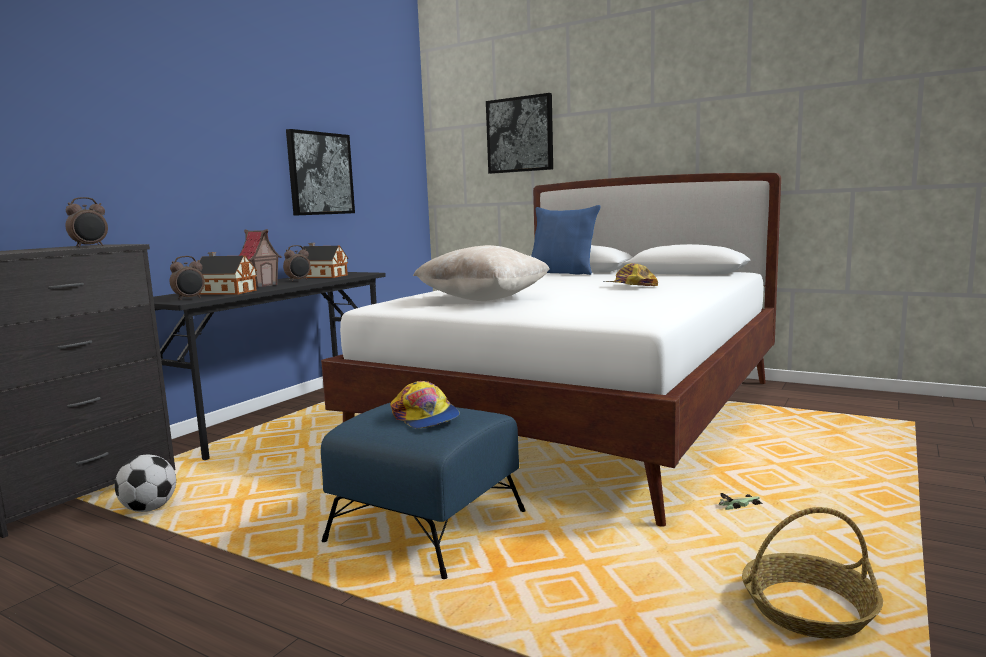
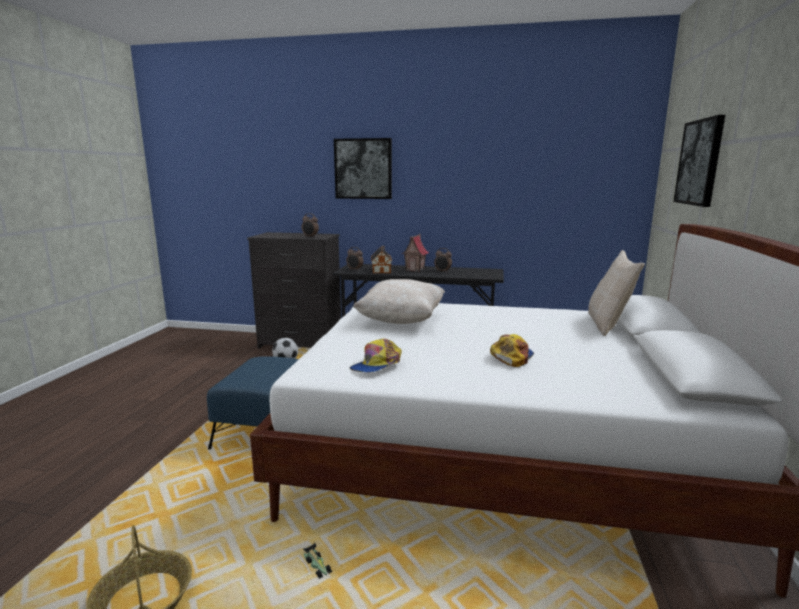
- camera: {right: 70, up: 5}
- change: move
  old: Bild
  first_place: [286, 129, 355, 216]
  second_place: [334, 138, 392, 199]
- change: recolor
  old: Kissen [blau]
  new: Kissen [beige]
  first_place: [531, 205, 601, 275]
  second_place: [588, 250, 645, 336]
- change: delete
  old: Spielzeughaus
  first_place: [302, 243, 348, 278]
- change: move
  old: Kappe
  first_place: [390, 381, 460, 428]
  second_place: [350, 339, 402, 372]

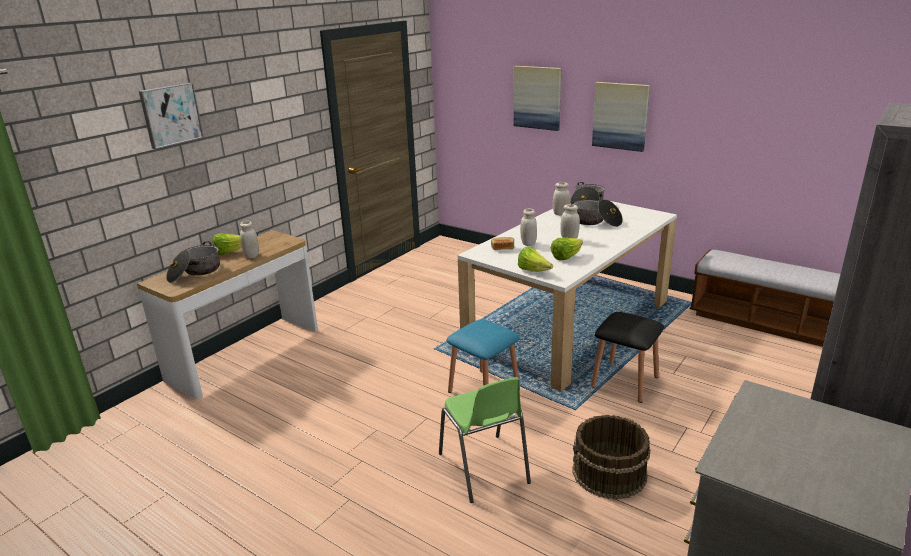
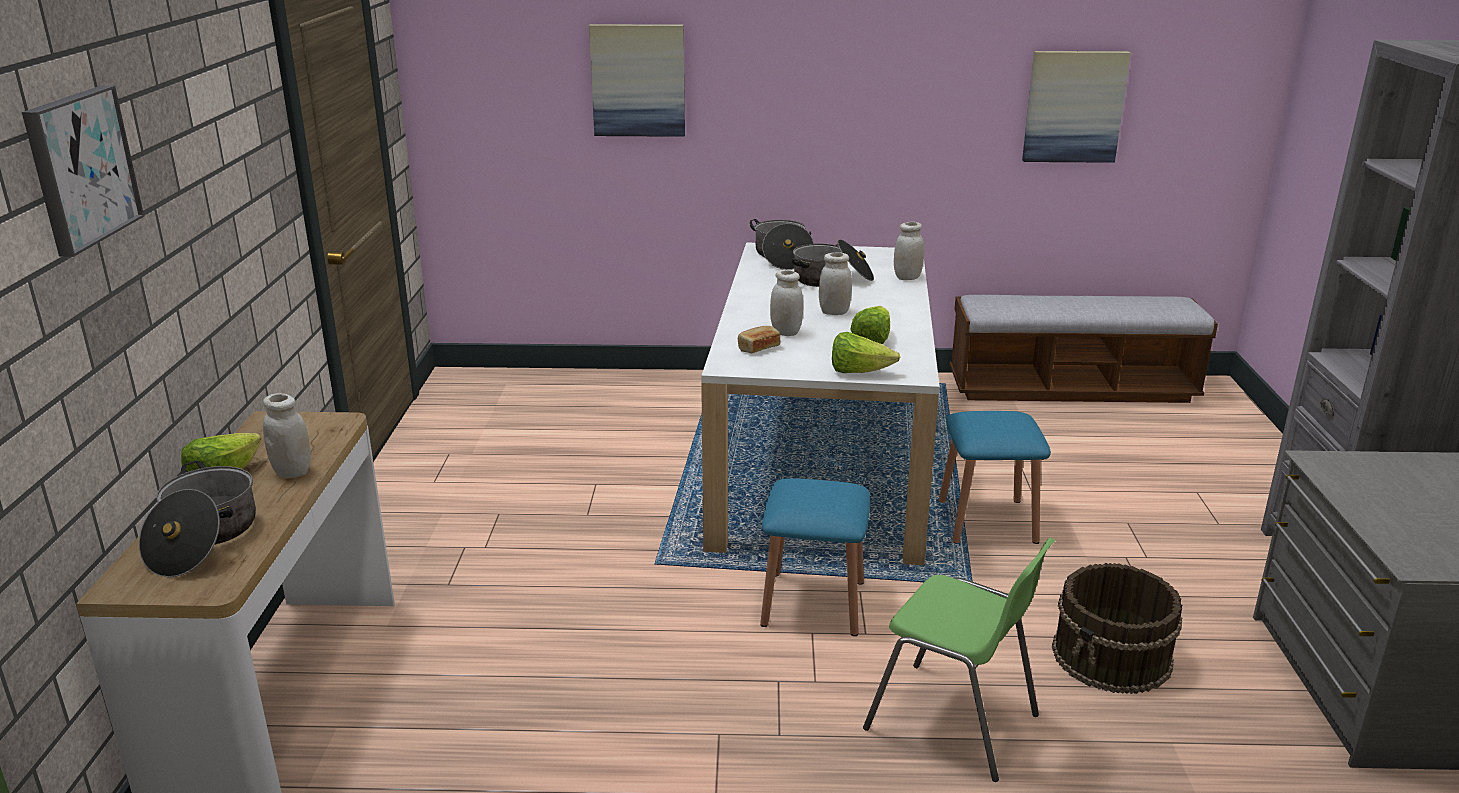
- camera: {right: -35, up: 0}
- change: move
  old: Bild
  first_place: [592, 82, 650, 152]
  second_place: [1022, 51, 1131, 163]
- change: move
  old: Vorratsglas [weiß]
  first_place: [553, 182, 570, 216]
  second_place: [894, 222, 924, 280]
- change: recolor
  old: Hocker [schwarz]
  new: Hocker [blau]
  first_place: [591, 312, 664, 403]
  second_place: [939, 411, 1051, 544]

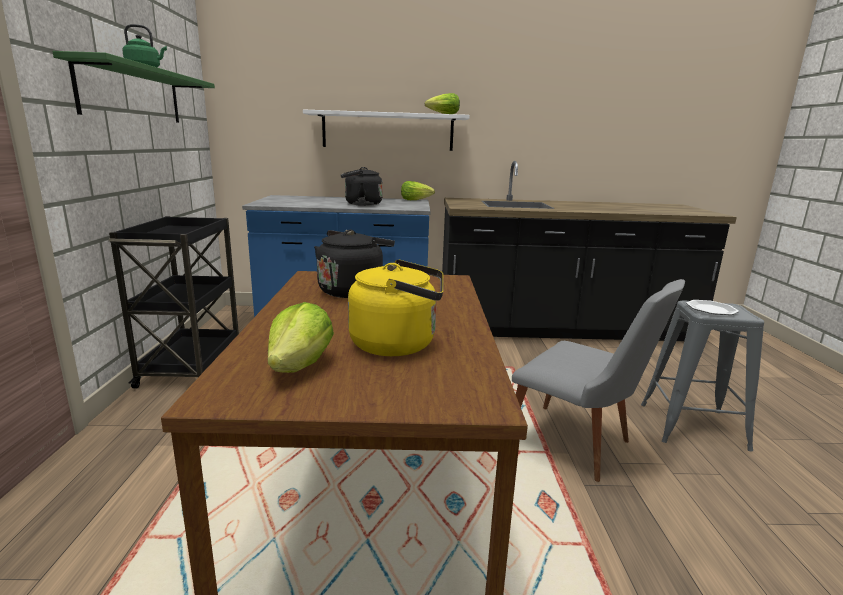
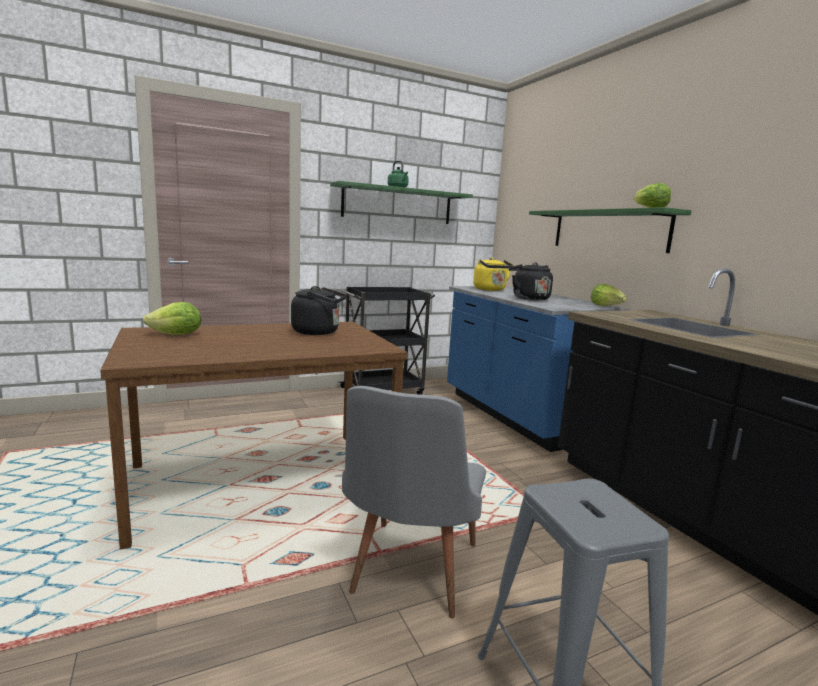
- camera: {right: 65, up: -5}
- change: recolor
  old: Wandregal [weiß]
  new: Wandregal [grün]
  first_place: [303, 109, 470, 151]
  second_place: [529, 207, 691, 253]
- change: move
  old: Wasserkessel [gelb]
  first_place: [348, 259, 443, 356]
  second_place: [473, 257, 514, 291]
- change: delete
  old: Teller
  first_place: [686, 300, 739, 315]

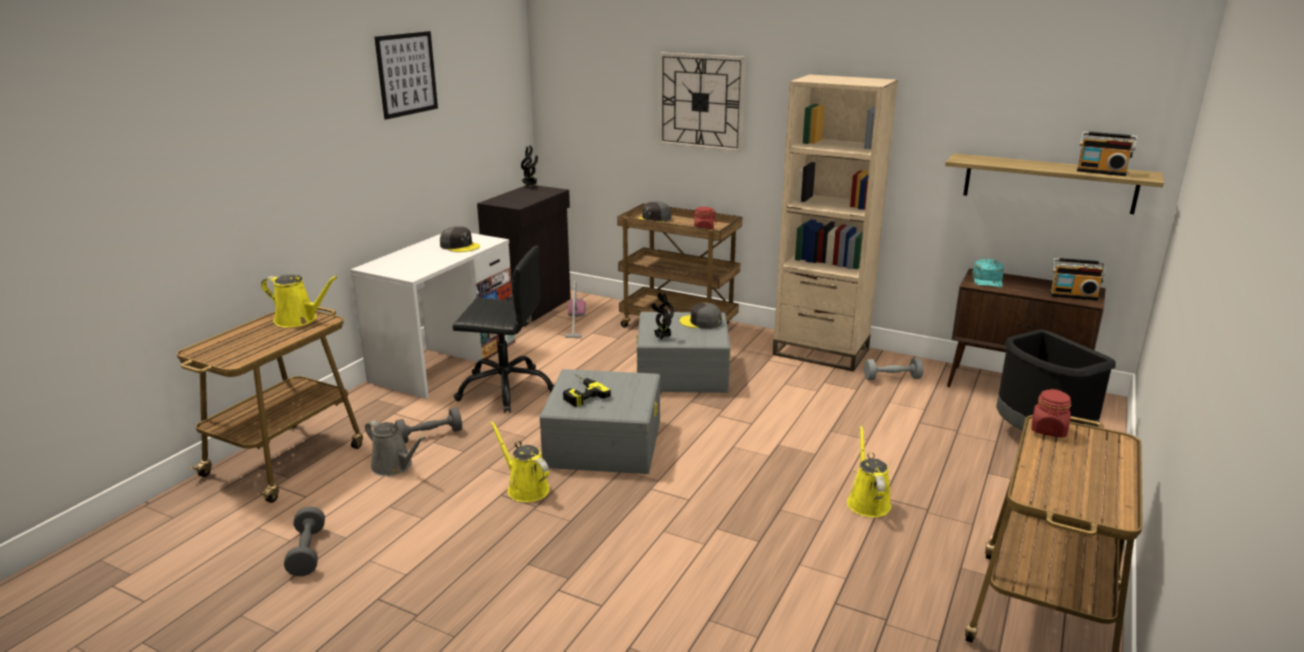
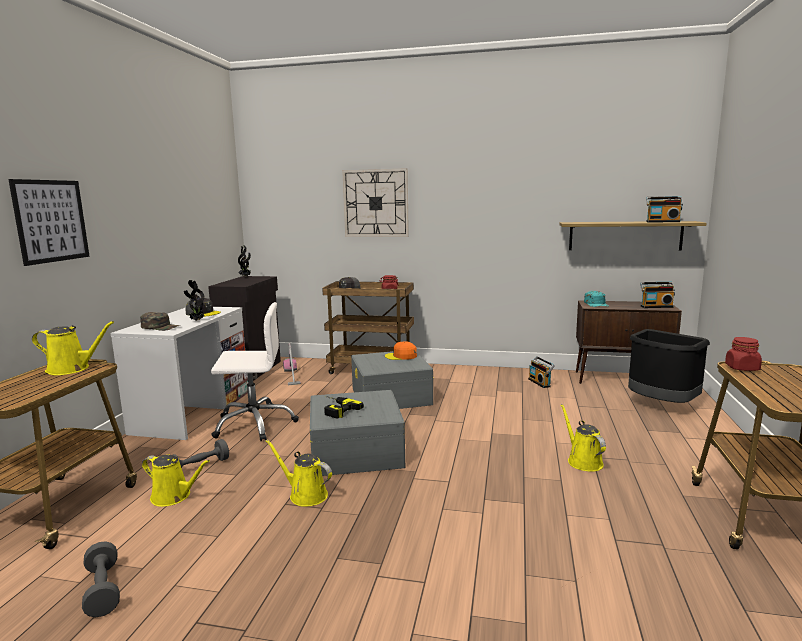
- camera: {right: -15, up: -10}
- change: move
  old: Bild
  first_place: [375, 31, 438, 119]
  second_place: [8, 179, 90, 266]
- change: delete
  old: Bücherregal [beige]
  first_place: [773, 74, 898, 372]
- change: recolor
  old: Bürostuhl [schwarz]
  new: Bürostuhl [weiß]
  first_place: [453, 246, 554, 413]
  second_place: [211, 302, 299, 441]
- change: move
  old: Topfpflanze
  first_place: [651, 293, 674, 339]
  second_place: [184, 280, 205, 321]
- change: recolor
  old: Kappe [grau]
  new: Kappe [orange]
  first_place: [679, 303, 722, 329]
  second_place: [385, 341, 417, 360]
- change: replace
  old: Hantel [grau]
  new: Radio
  first_place: [864, 358, 924, 380]
  second_place: [528, 356, 555, 388]
- change: recolor
  old: Gießkanne [grau]
  new: Gießkanne [gelb]
  first_place: [365, 420, 426, 476]
  second_place: [142, 455, 210, 507]
- change: insert
  new: Kappe [grün]
  second_place: [140, 312, 181, 331]

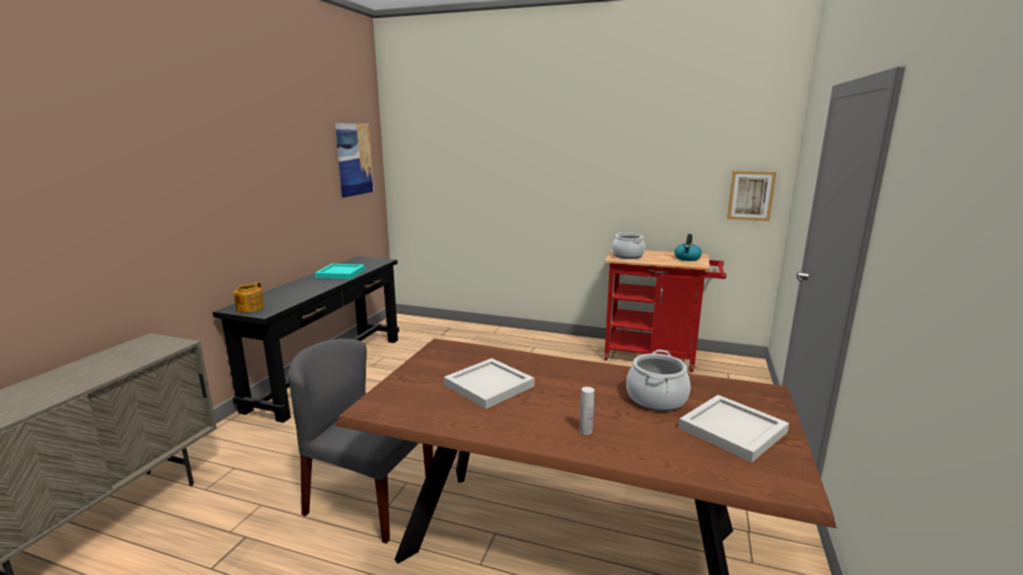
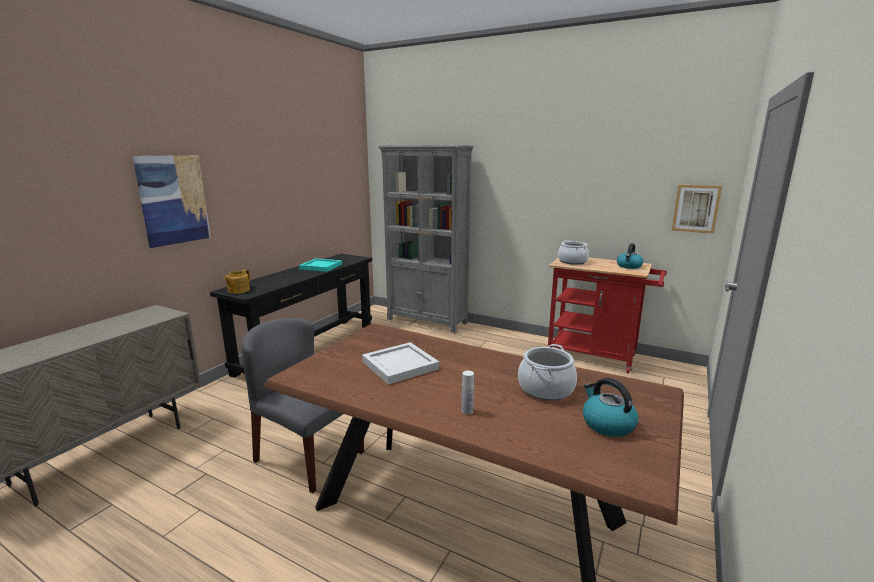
- camera: {right: 10, up: 0}
- change: move
  old: Bild
  first_place: [335, 123, 374, 198]
  second_place: [133, 155, 211, 248]
- change: replace
  old: Tablett [weiß]
  new: Wasserkessel
  first_place: [679, 395, 789, 463]
  second_place: [583, 378, 638, 437]
- change: insert
  new: Bücherregal [grau]
  second_place: [378, 145, 474, 333]

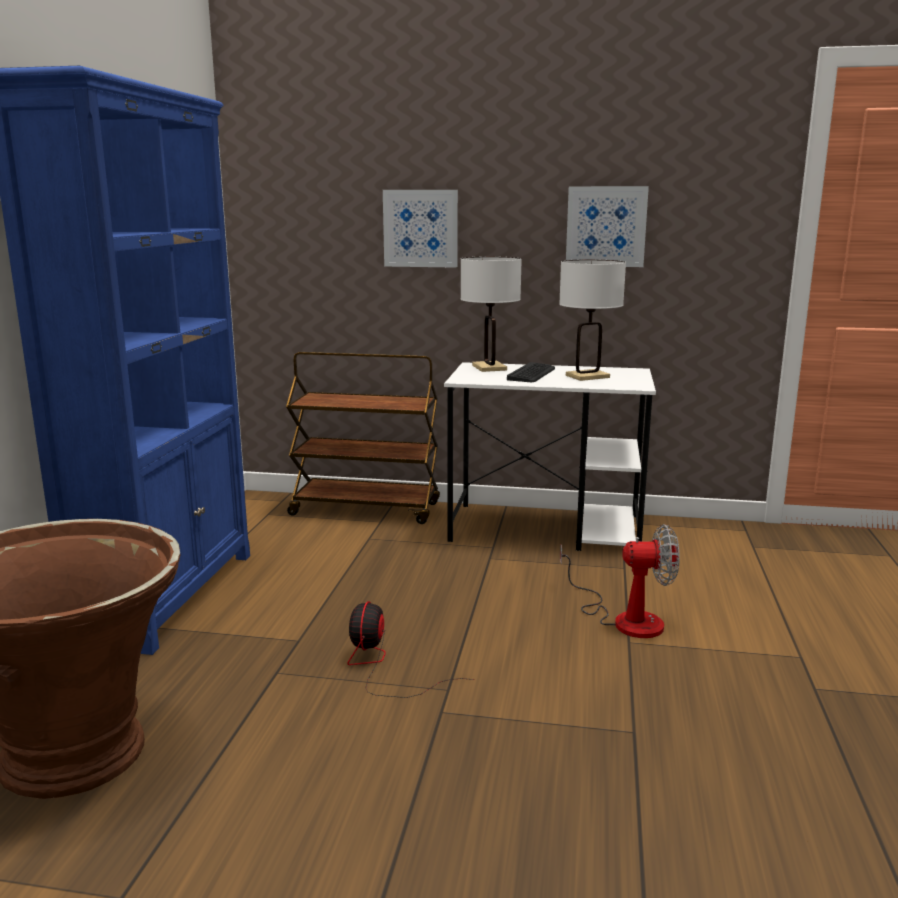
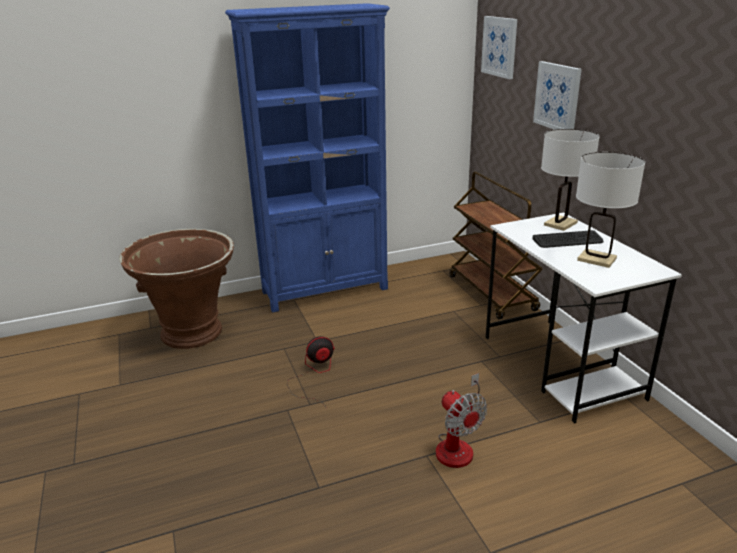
- camera: {right: 60, up: 10}
- change: move
  old: Bild
  first_place: [566, 186, 649, 267]
  second_place: [481, 16, 517, 79]

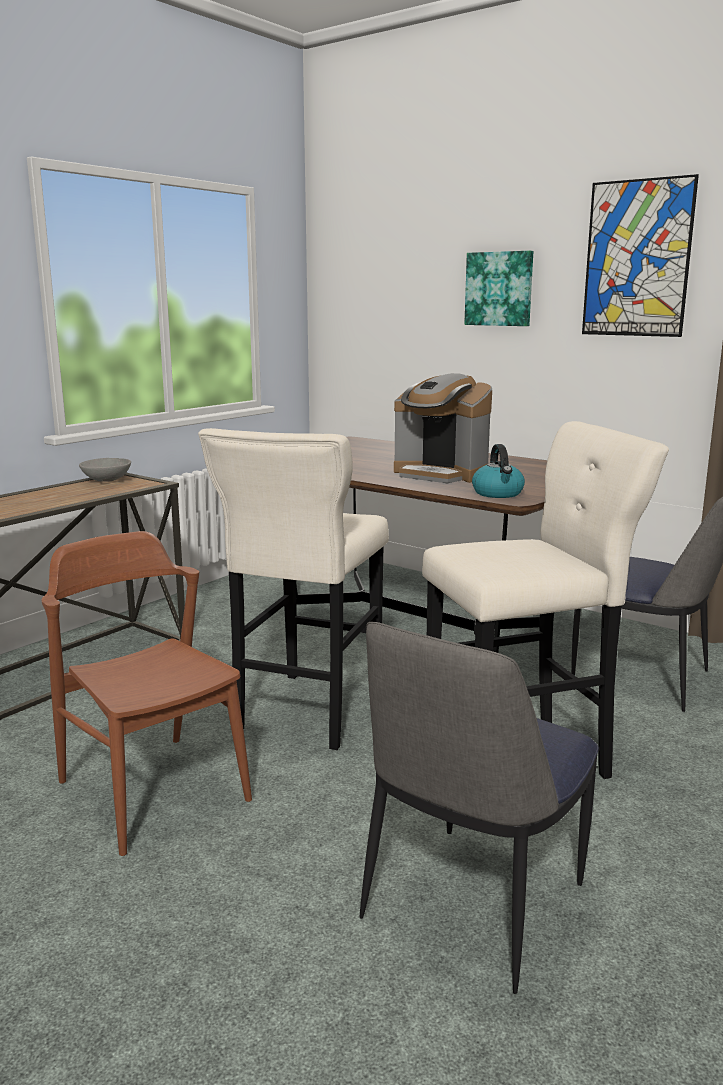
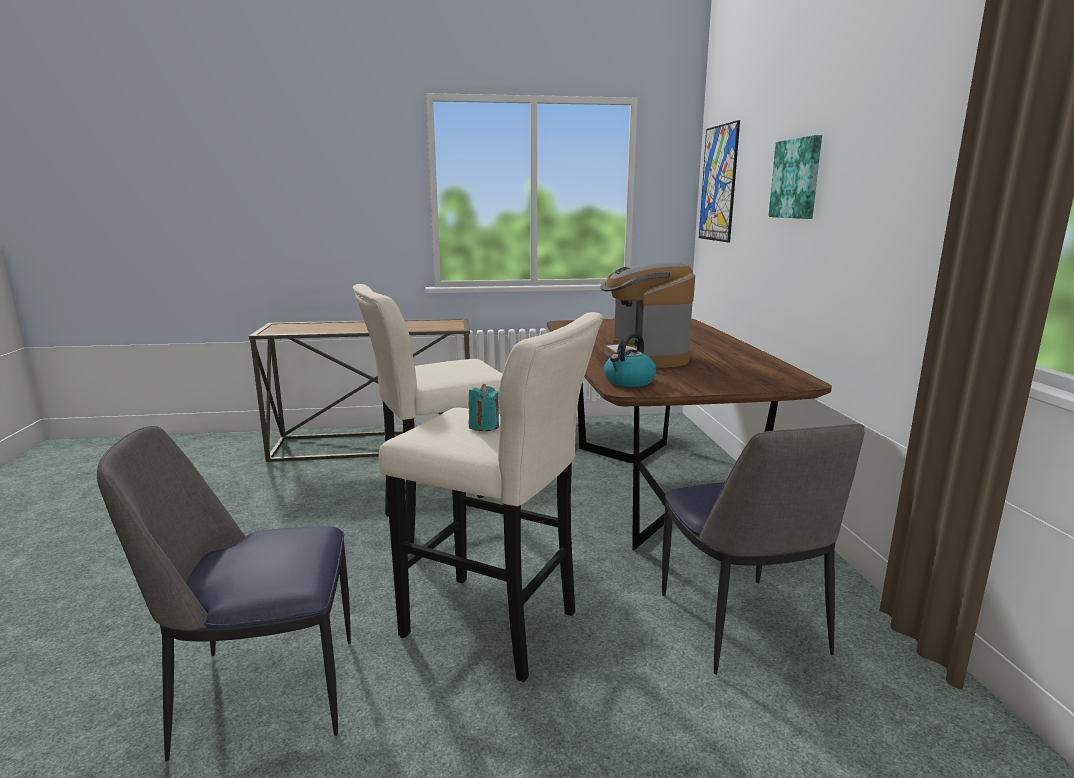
- camera: {right: 45, up: 0}
- change: move
  old: Bild
  first_place: [582, 174, 699, 337]
  second_place: [699, 120, 740, 243]
- change: delete
  old: Schüssel [grau]
  first_place: [79, 458, 131, 482]
- change: delete
  old: Stuhl [braun]
  first_place: [42, 531, 252, 856]
- change: insert
  new: Kerze [türkis]
  second_place: [469, 384, 499, 431]

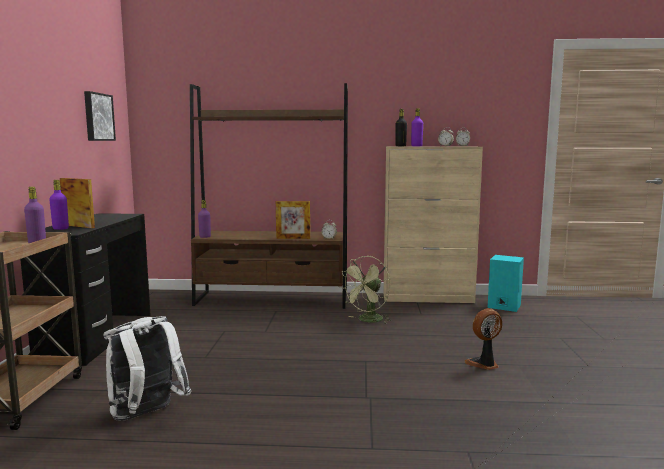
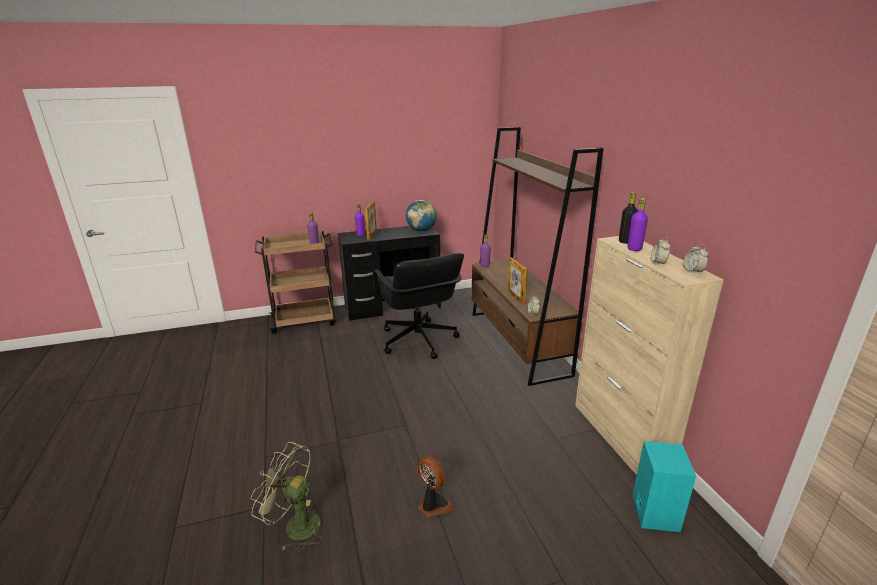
- camera: {right: 70, up: 15}
- change: delete
  old: Bild
  first_place: [84, 91, 116, 141]
- change: move
  old: Ventilator [grün]
  first_place: [340, 256, 392, 324]
  second_place: [251, 442, 323, 552]
- change: delete
  old: Rucksack [weiß]
  first_place: [104, 316, 192, 421]
- change: insert
  new: Globus
  second_place: [406, 200, 437, 232]
- change: insert
  new: Bürostuhl [schwarz]
  second_place: [373, 253, 464, 359]

